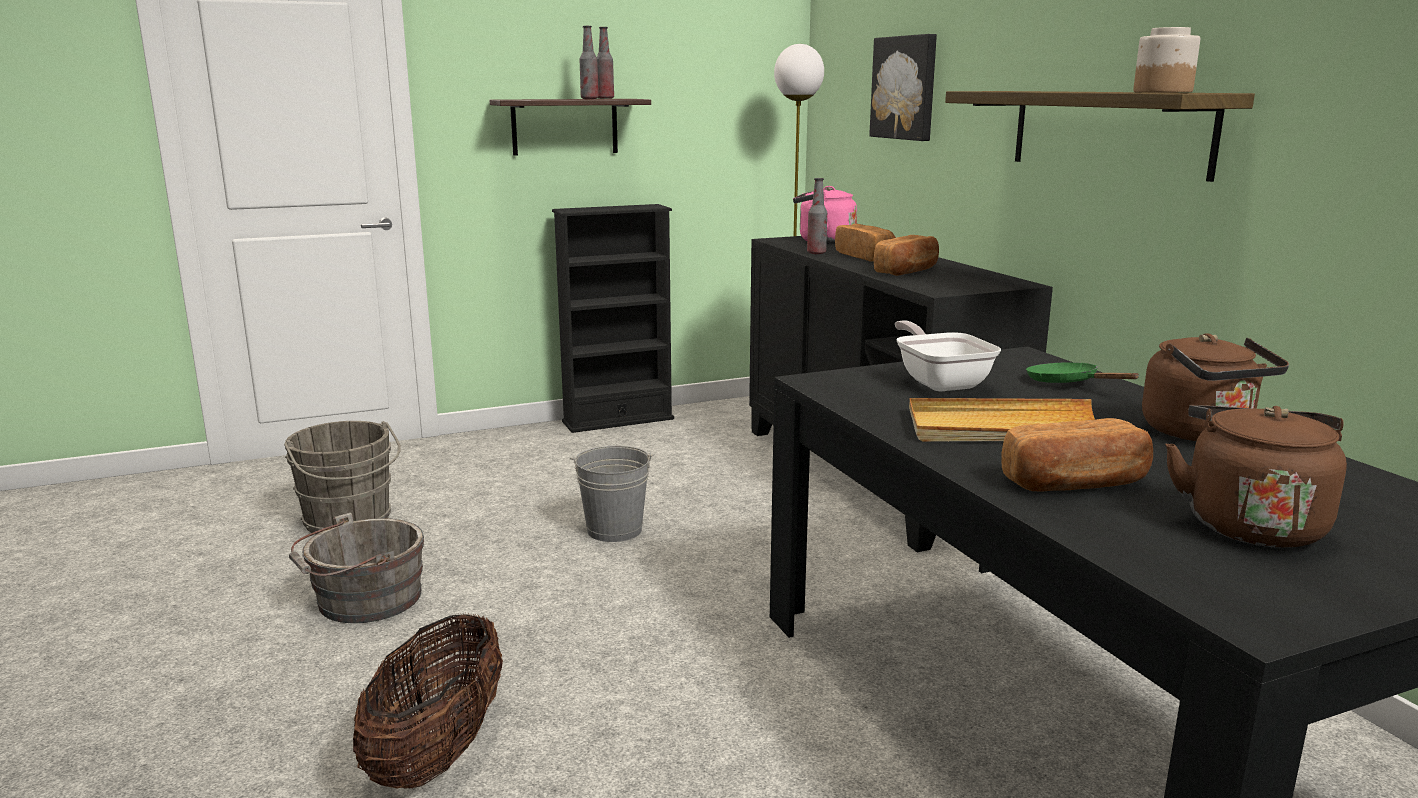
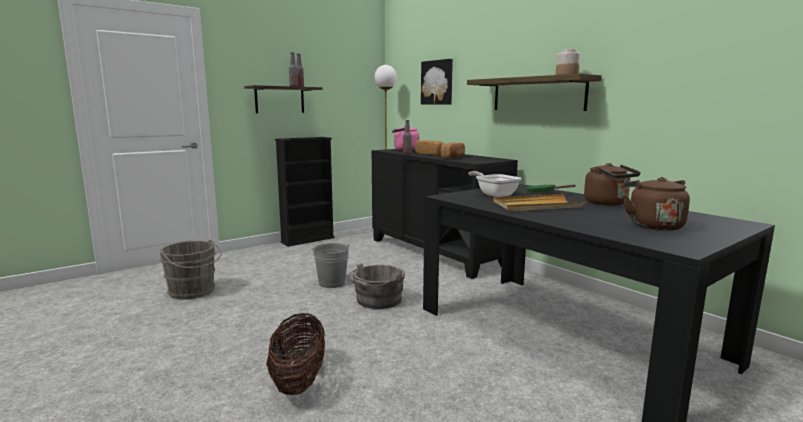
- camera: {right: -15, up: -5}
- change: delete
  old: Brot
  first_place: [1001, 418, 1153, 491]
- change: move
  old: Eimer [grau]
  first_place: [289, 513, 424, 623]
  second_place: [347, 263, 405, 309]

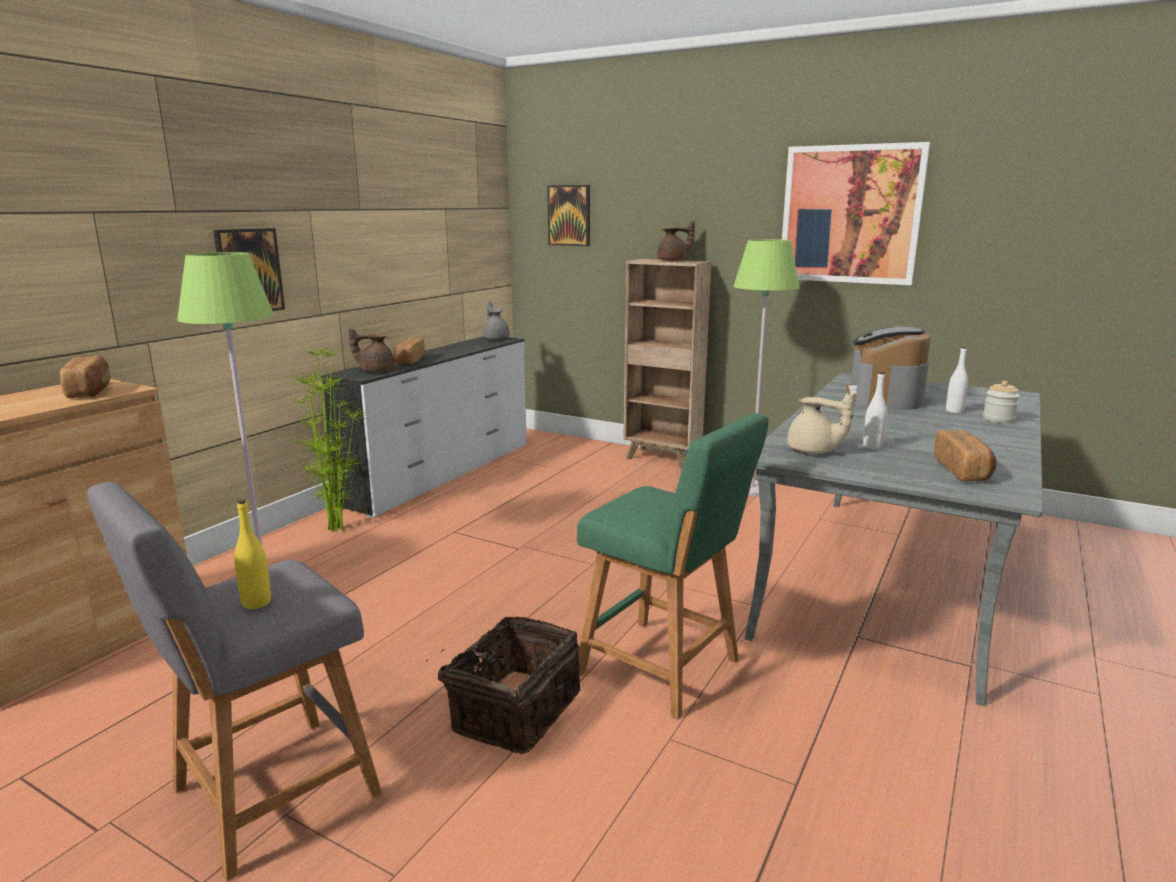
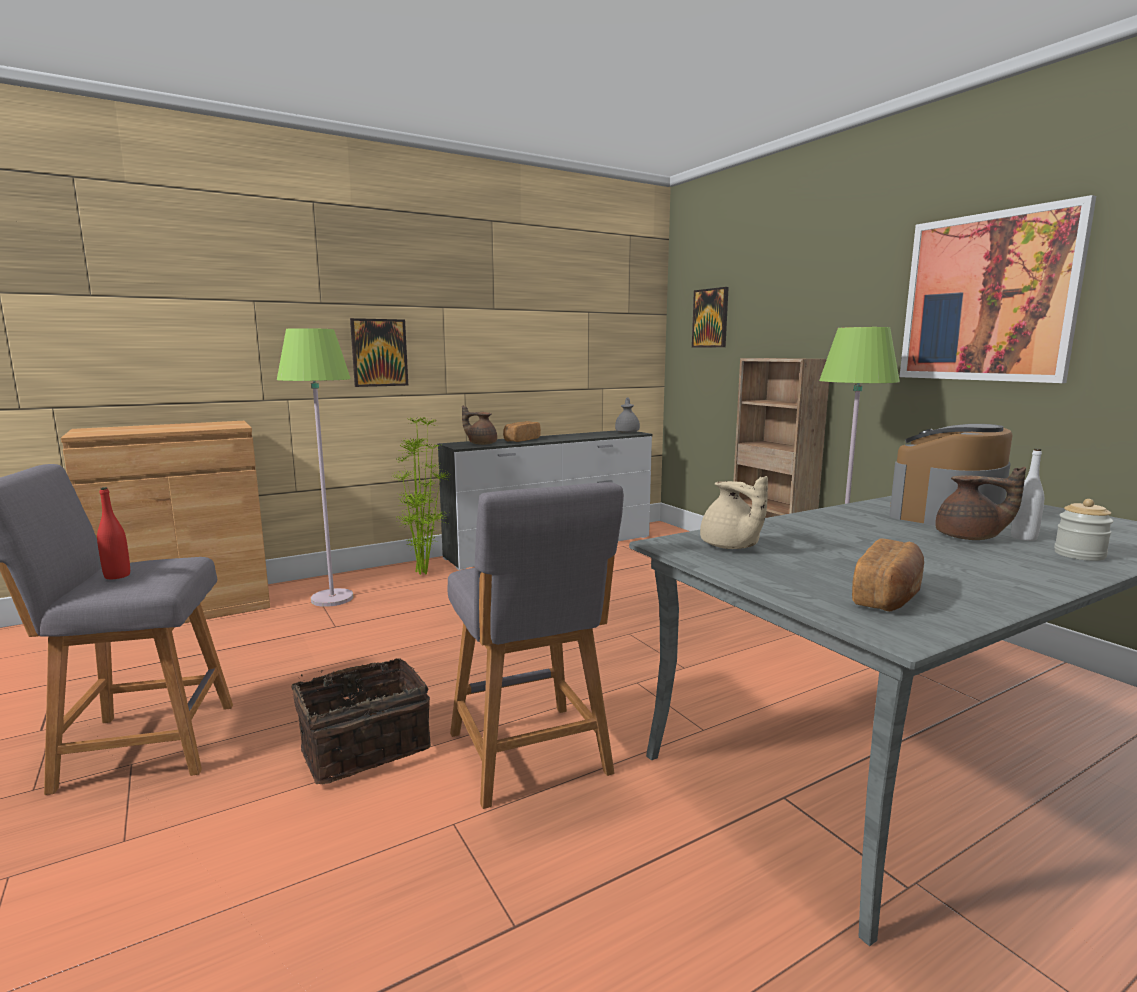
- camera: {right: 30, up: -5}
- change: move
  old: Teekanne [braun]
  first_place: [657, 221, 695, 261]
  second_place: [935, 466, 1026, 540]
- change: delete
  old: Brot
  first_place: [60, 356, 110, 398]
- change: delete
  old: Flasche [weiß]
  first_place: [863, 372, 887, 450]
- change: recolor
  old: Hocker [grün]
  new: Hocker [grau]
  first_place: [577, 413, 769, 720]
  second_place: [448, 482, 624, 809]
- change: recolor
  old: Flasche [gelb]
  new: Flasche [rot]
  first_place: [234, 499, 271, 609]
  second_place: [97, 487, 130, 579]

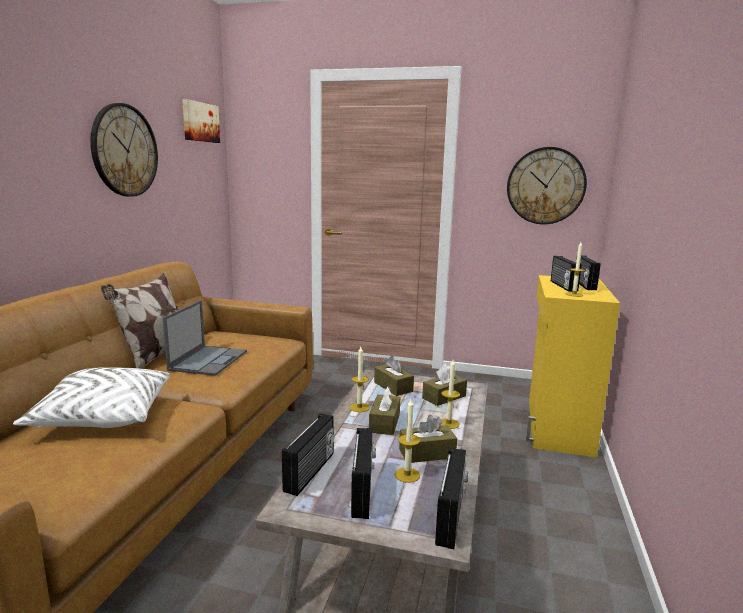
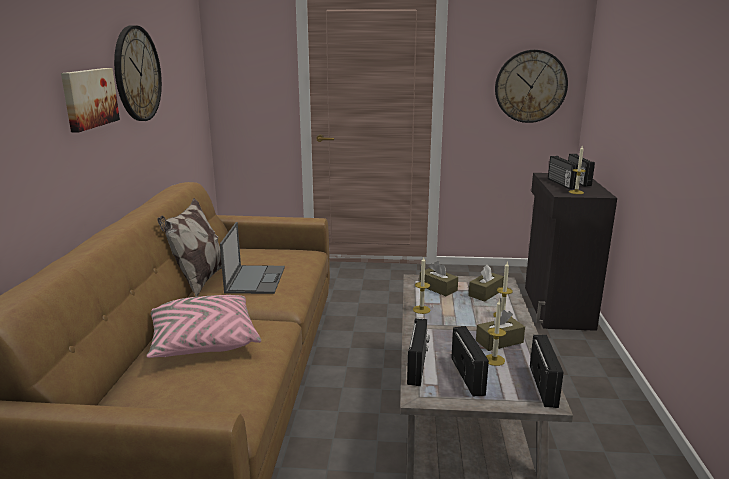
- camera: {right: -10, up: 5}
- change: move
  old: Bild
  first_place: [182, 99, 220, 143]
  second_place: [61, 68, 120, 132]
- change: recolor
  old: Schrank [gelb]
  new: Schrank [schwarz]
  first_place: [526, 275, 620, 458]
  second_place: [525, 173, 617, 331]
- change: recolor
  old: Kissen [weiß]
  new: Kissen [rosa]
  first_place: [13, 367, 170, 428]
  second_place: [146, 295, 261, 358]
- change: delete
  old: Taschentuchbox [braun]
  first_place: [369, 387, 400, 435]

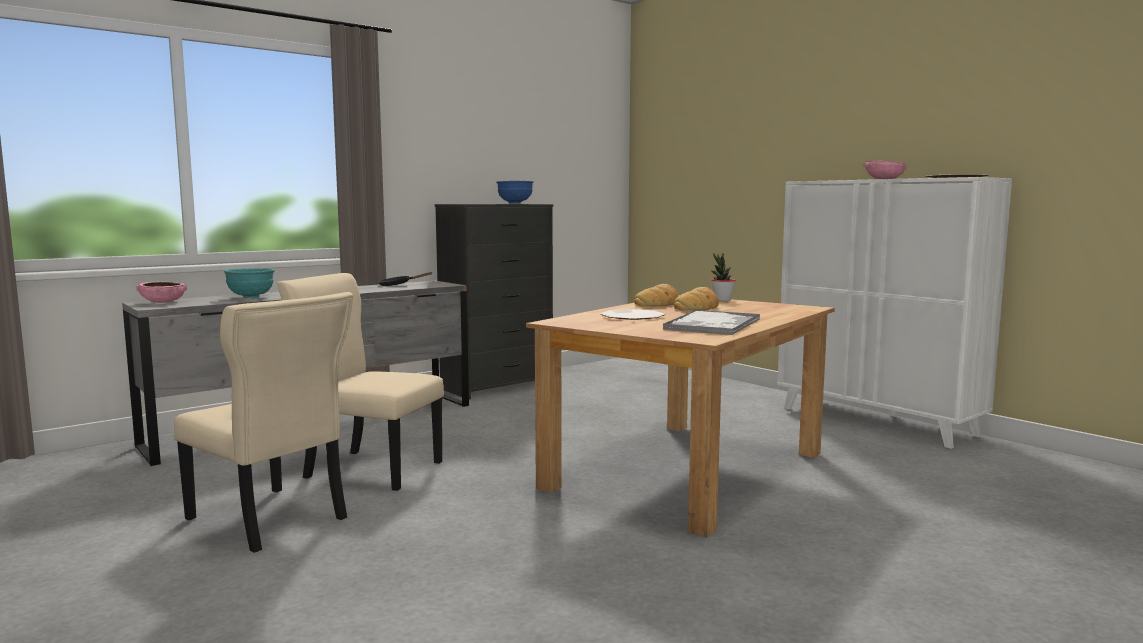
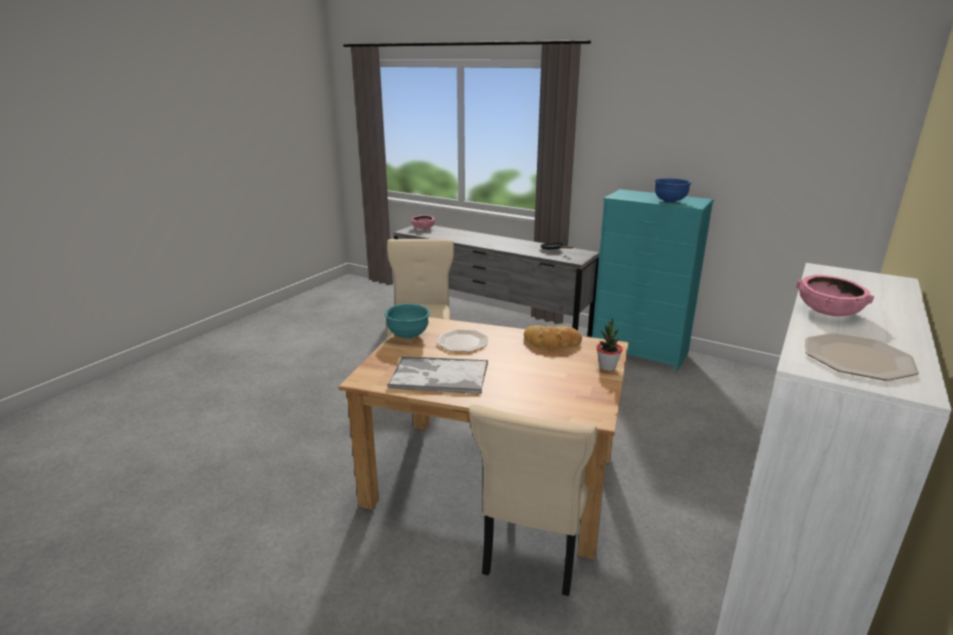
- camera: {right: 70, up: 15}
- change: recolor
  old: Kommode [schwarz]
  new: Kommode [türkis]
  first_place: [435, 204, 553, 400]
  second_place: [592, 189, 714, 372]
- change: move
  old: Schüssel [türkis]
  first_place: [224, 268, 275, 298]
  second_place: [385, 304, 430, 339]
- change: delete
  old: Brot
  first_place: [673, 287, 719, 310]
- change: move
  old: Stuhl [beige]
  first_place: [174, 292, 353, 553]
  second_place: [469, 405, 597, 596]

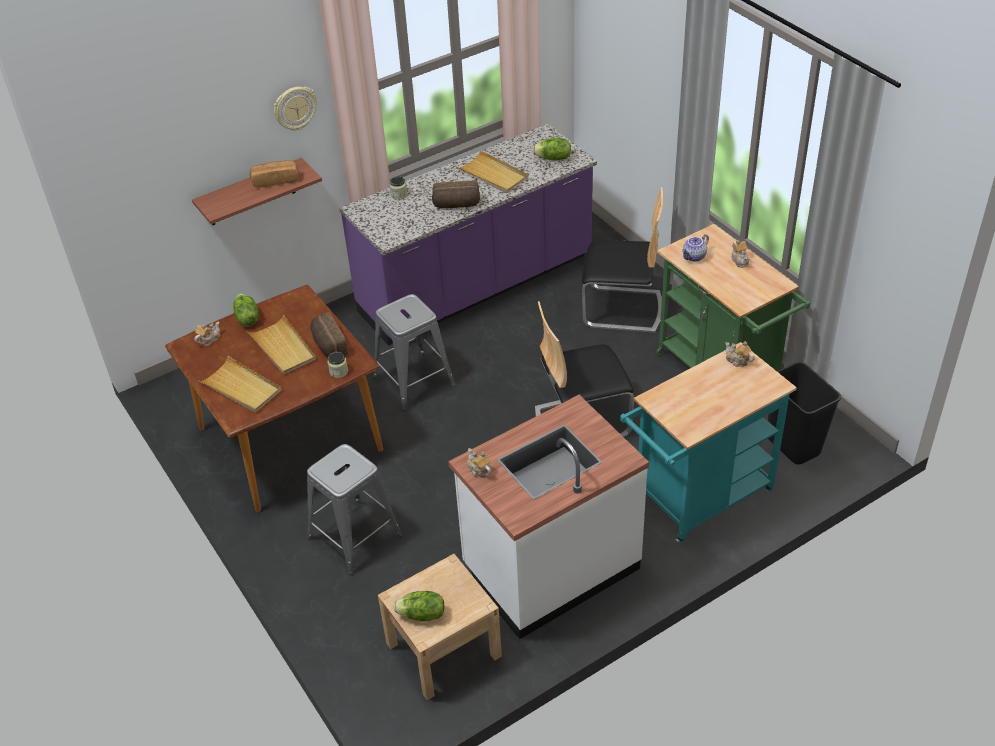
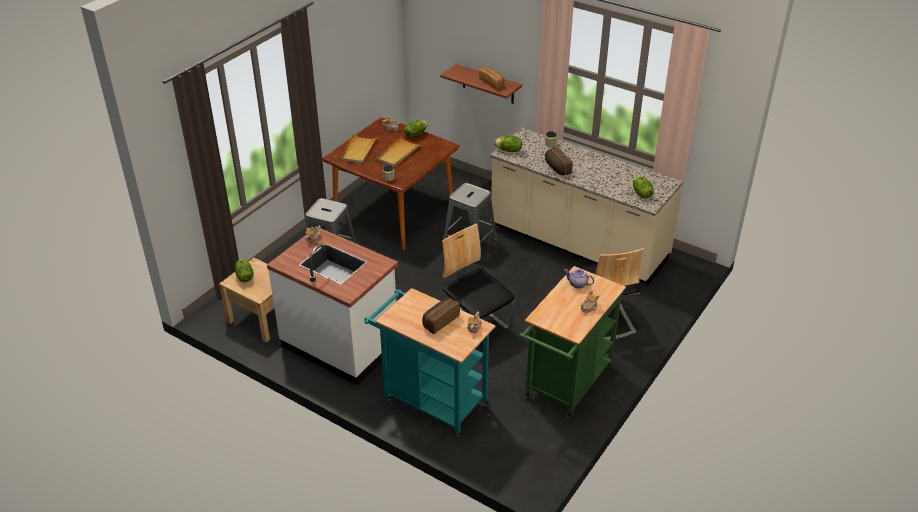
- camera: {right: 65, up: -5}
- change: delete
  old: Wanduhr
  first_place: [274, 87, 317, 130]
- change: recolor
  old: Küchenzeile [lila]
  new: Küchenzeile [beige]
  first_place: [339, 124, 597, 346]
  second_place: [490, 128, 683, 285]
- change: delete
  old: Tablett [beige]
  first_place: [456, 150, 528, 193]
- change: move
  old: Brot
  first_place: [310, 312, 348, 357]
  second_place: [422, 298, 460, 334]
- change: delete
  old: Mülleimer [schwarz]
  first_place: [768, 362, 841, 464]
- change: insert
  new: Salatkopf
  second_place: [494, 135, 522, 152]

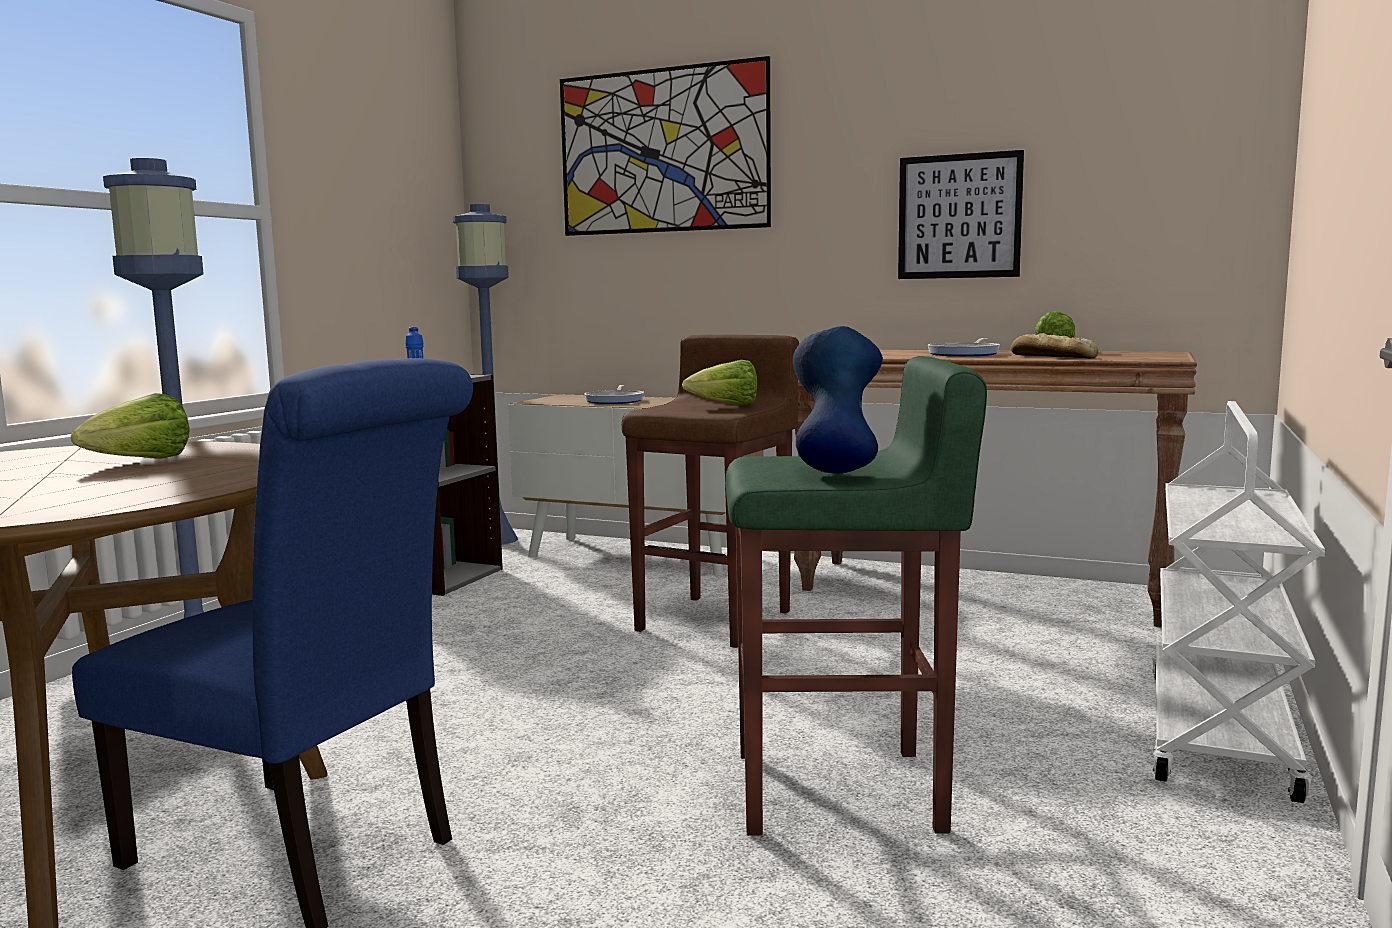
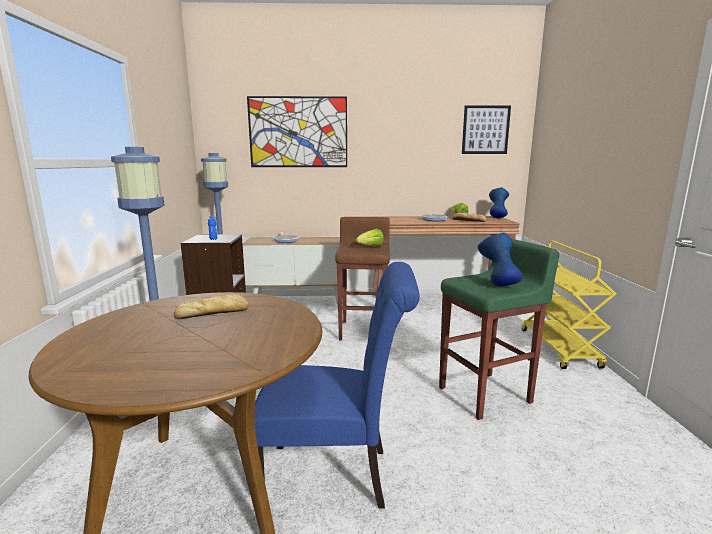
- camera: {right: -25, up: 5}
- change: move
  old: Bild
  first_place: [898, 150, 1024, 279]
  second_place: [462, 105, 511, 154]
- change: replace
  old: Salatkopf
  new: Brot
  first_place: [71, 393, 190, 459]
  second_place: [174, 294, 249, 319]
- change: recolor
  old: Rollwagen [weiß]
  new: Rollwagen [gelb]
  first_place: [1152, 401, 1325, 803]
  second_place: [522, 240, 616, 369]
- change: insert
  new: Vase [blau]
  second_place: [489, 187, 509, 218]

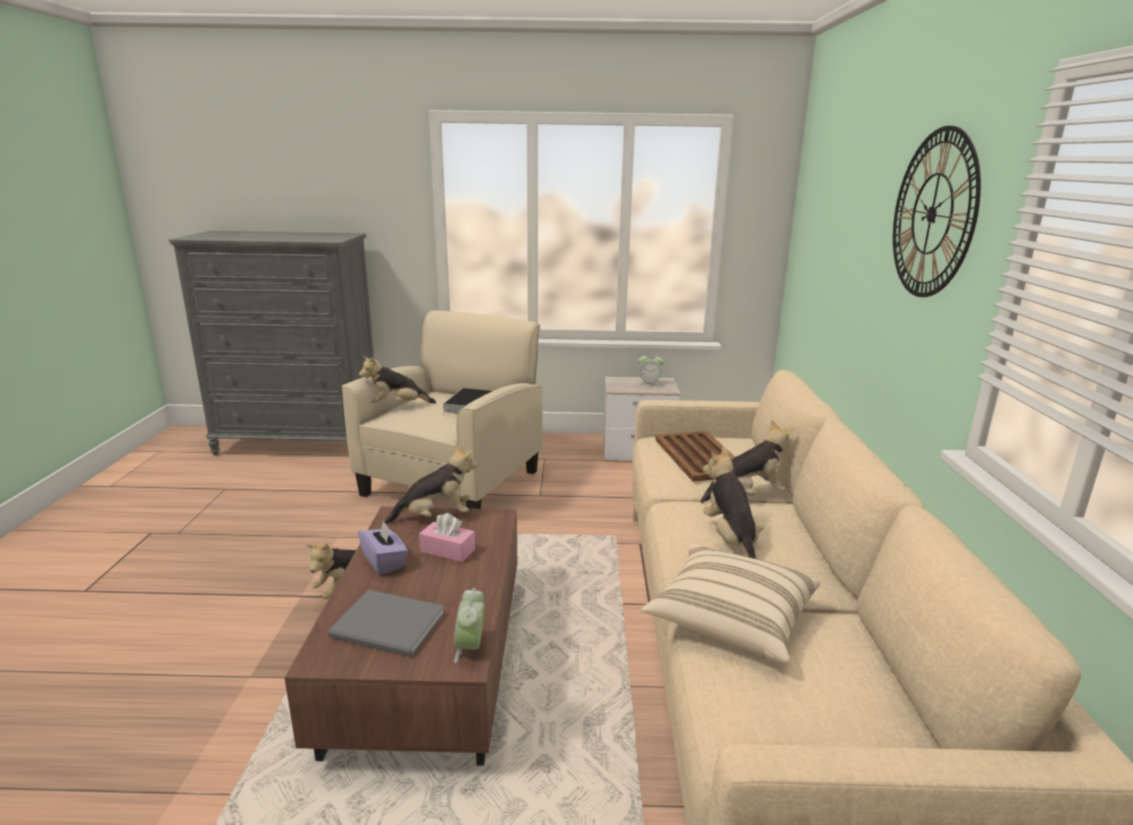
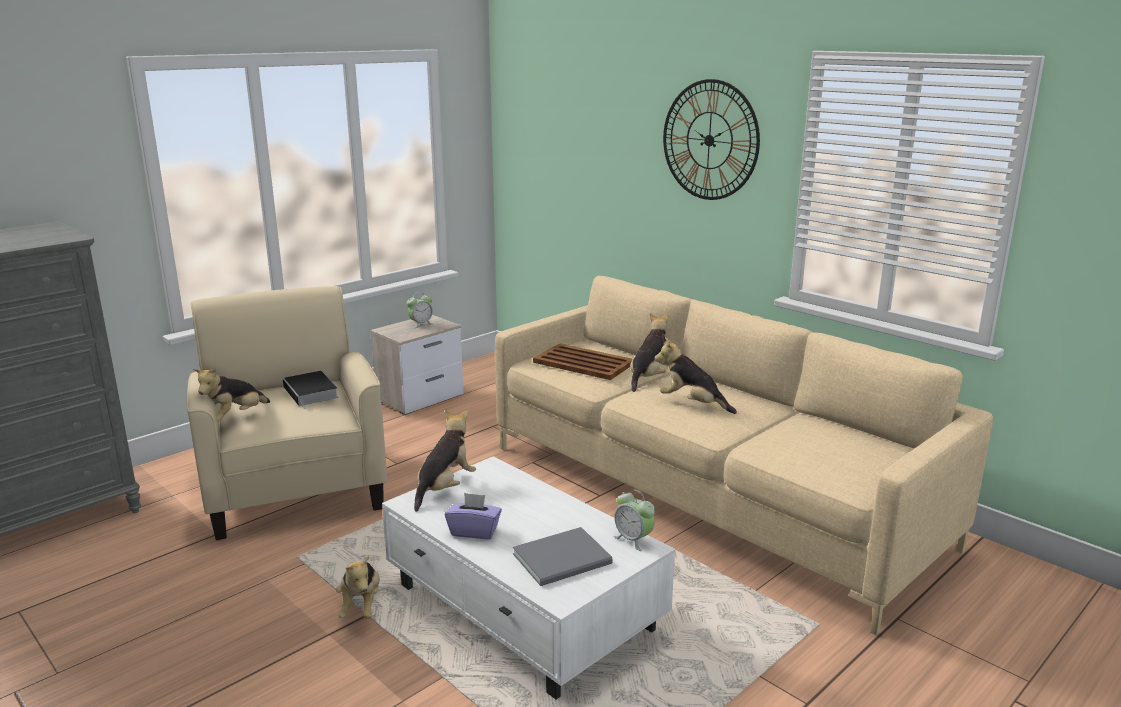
- camera: {right: -45, up: 0}
- change: recolor
  old: Couchtisch [braun]
  new: Couchtisch [weiß]
  first_place: [284, 507, 517, 766]
  second_place: [382, 456, 675, 699]
- change: delete
  old: Taschentuchbox [rosa]
  first_place: [419, 513, 475, 562]
- change: delete
  old: Kissen [beige]
  first_place: [641, 544, 820, 664]

